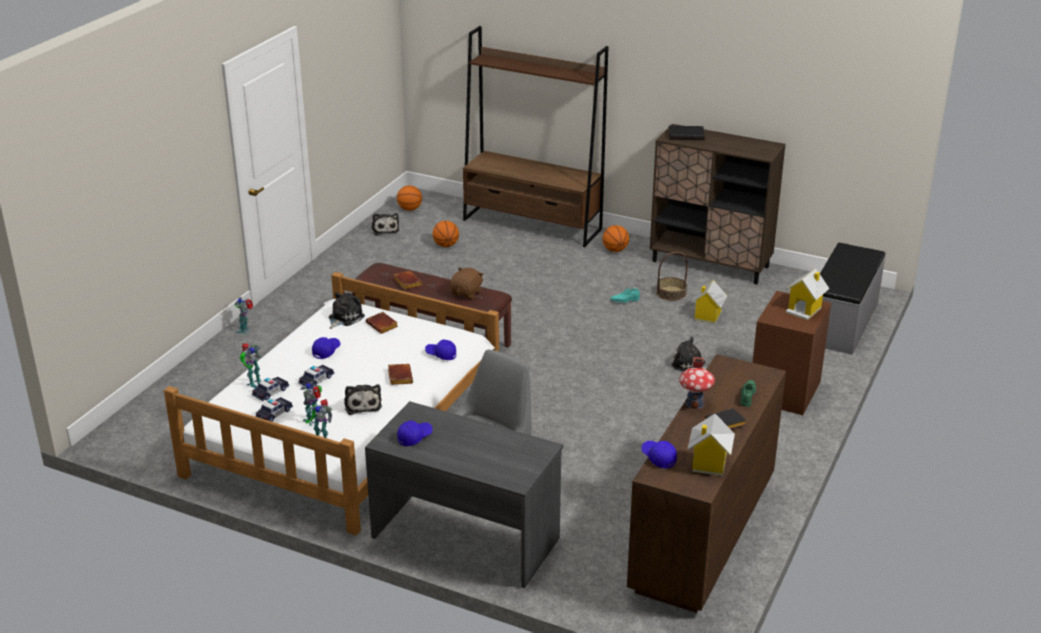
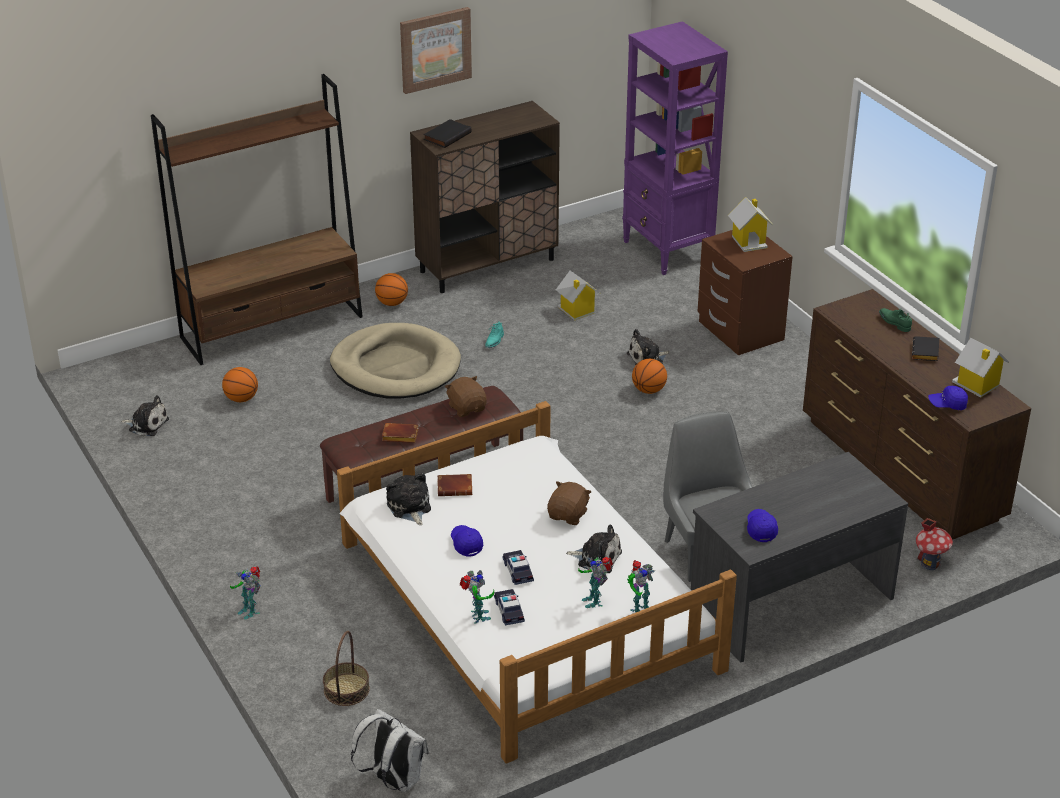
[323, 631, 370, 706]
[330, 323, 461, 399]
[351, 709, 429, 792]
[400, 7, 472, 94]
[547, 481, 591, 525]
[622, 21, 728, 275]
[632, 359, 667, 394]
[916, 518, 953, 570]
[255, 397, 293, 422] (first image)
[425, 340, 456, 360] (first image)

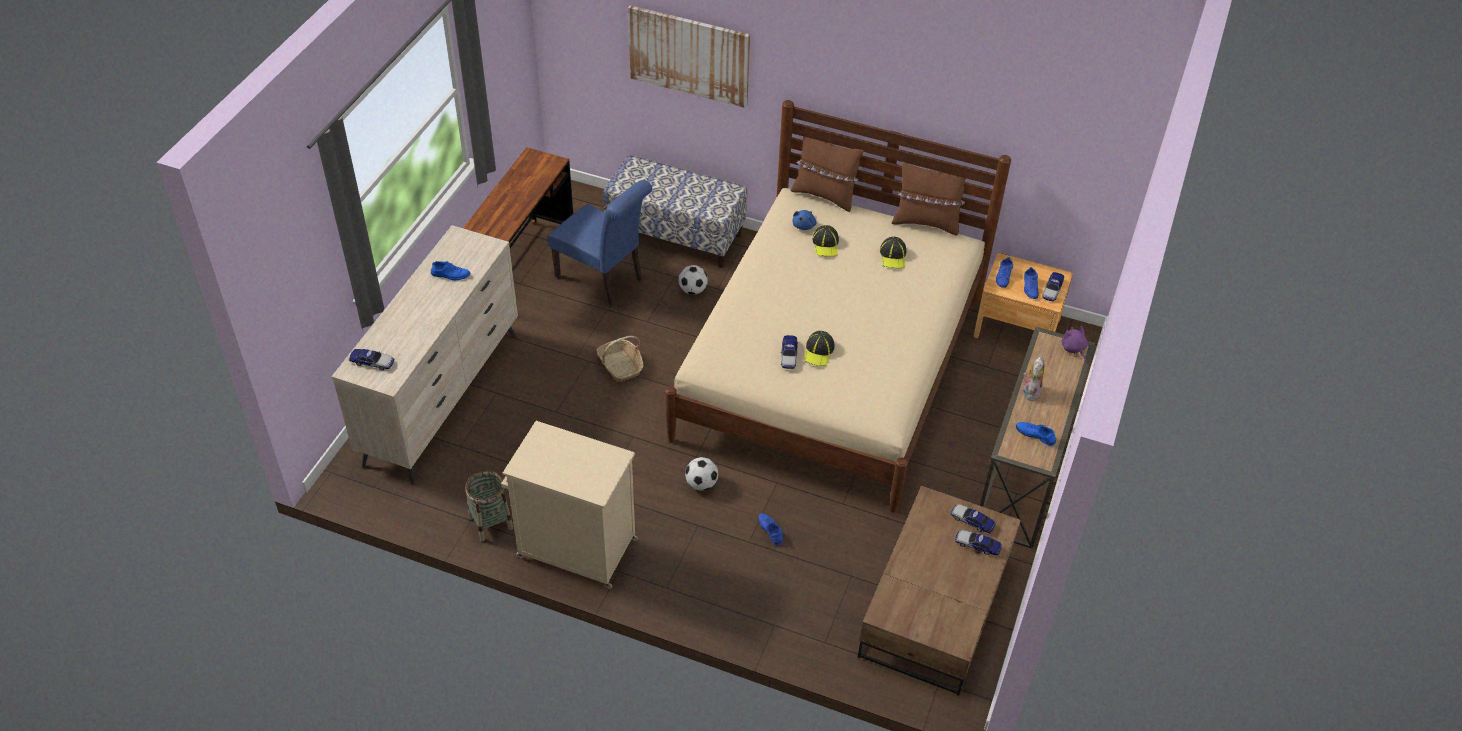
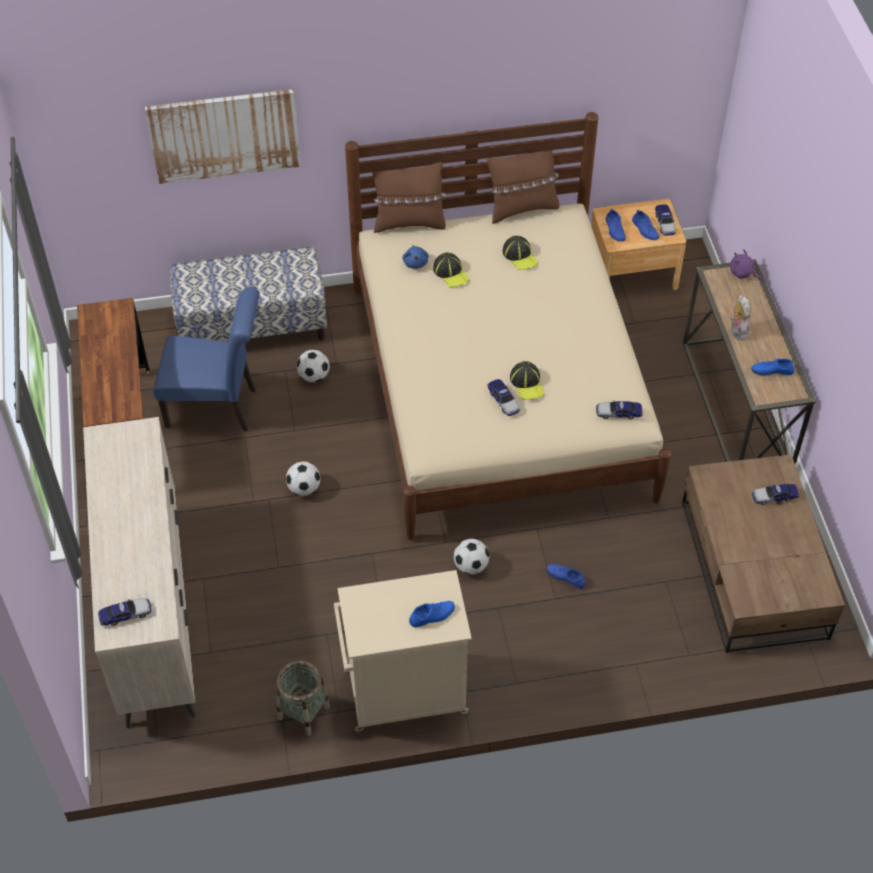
[286, 462, 320, 496]
[409, 601, 455, 627]
[596, 400, 643, 419]

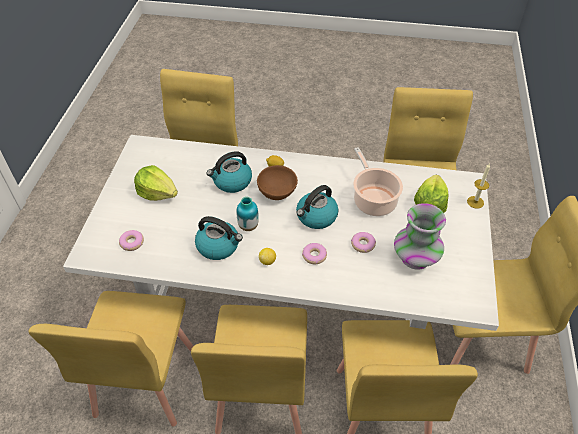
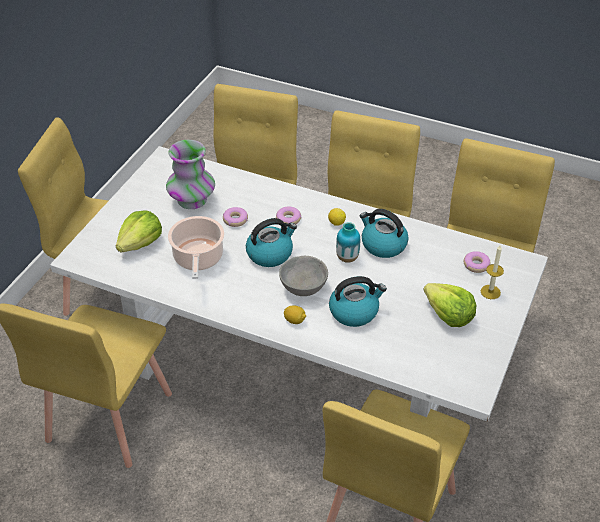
[279, 256, 328, 296]
[481, 244, 504, 299]

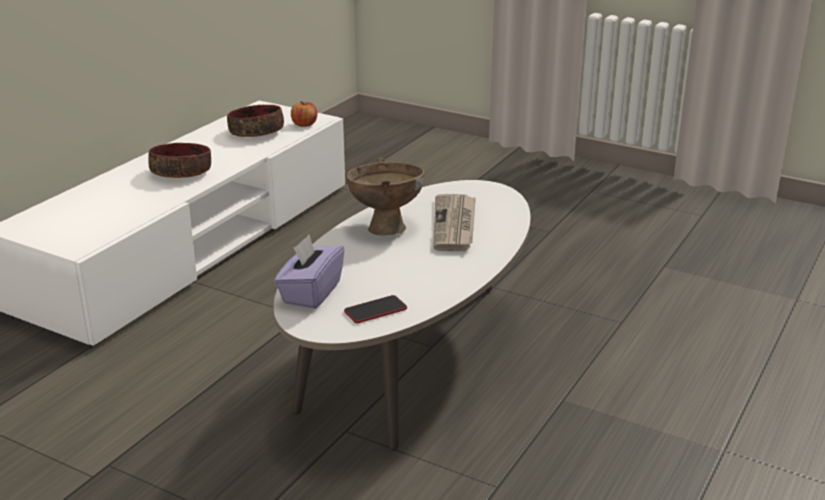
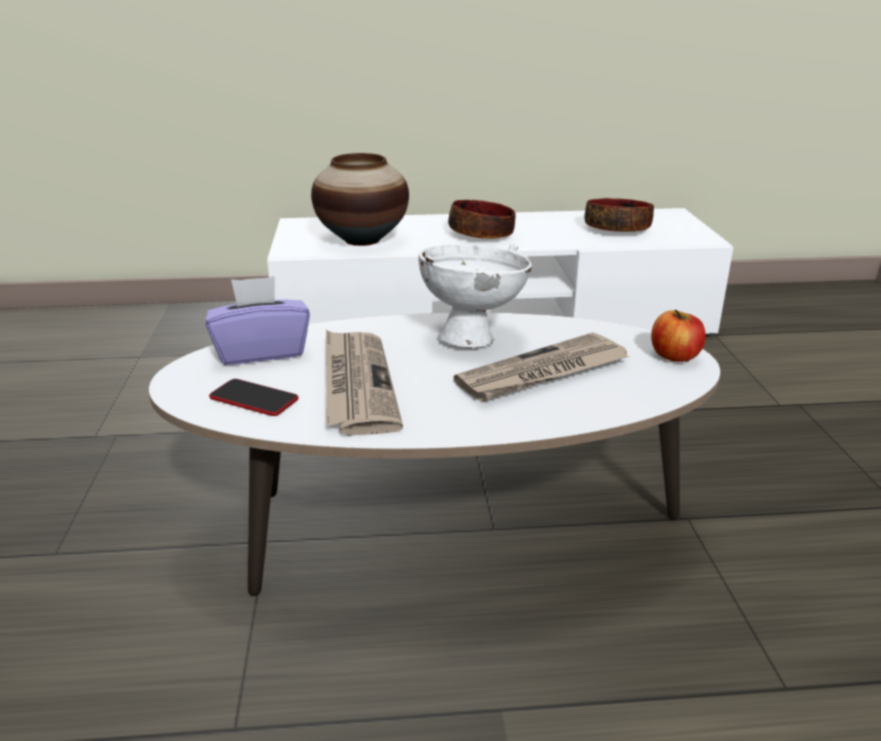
[311, 153, 409, 246]
[326, 330, 403, 435]
[418, 244, 532, 347]
[651, 310, 706, 362]

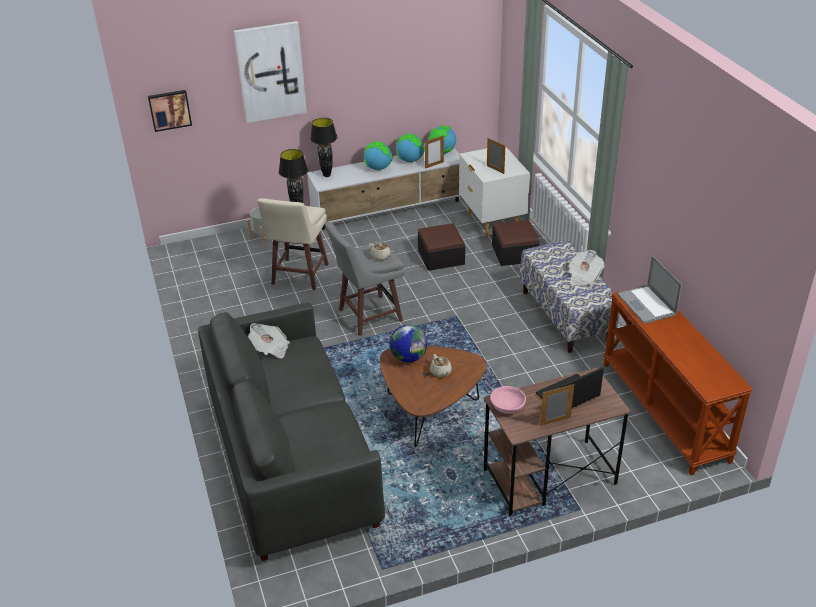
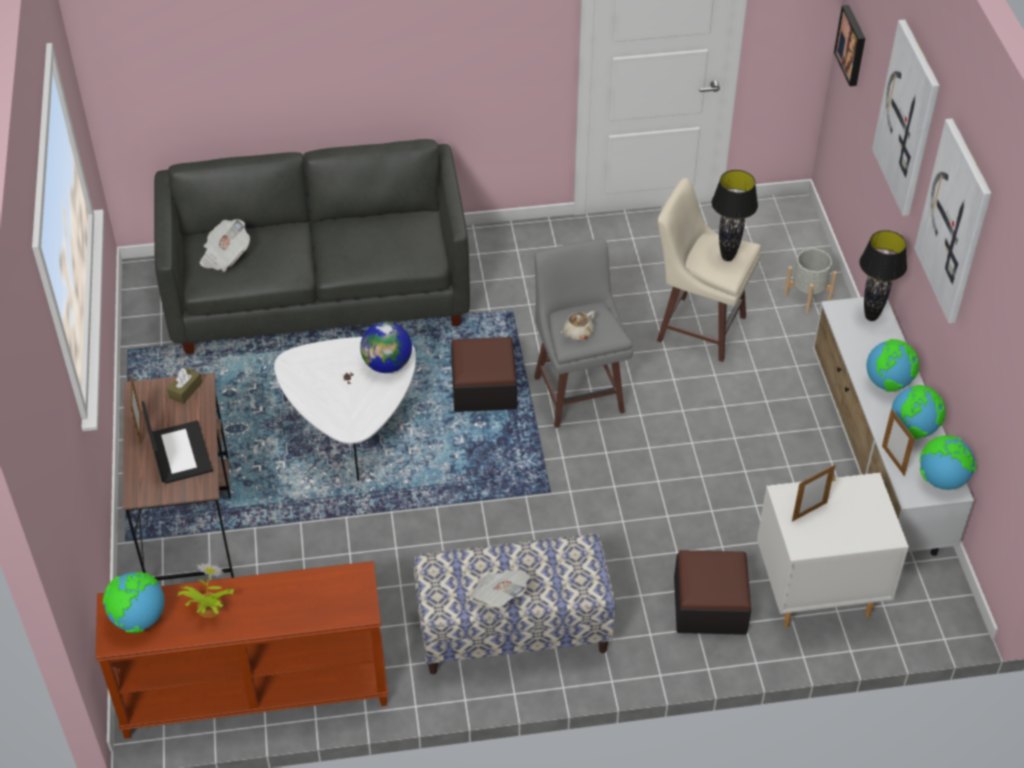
[103, 572, 165, 633]
[167, 367, 202, 404]
[177, 563, 234, 618]
[200, 219, 250, 271]
[274, 337, 416, 481]
[451, 337, 517, 412]
[914, 118, 992, 323]
[430, 354, 452, 377] (first image)
[617, 256, 682, 324] (first image)

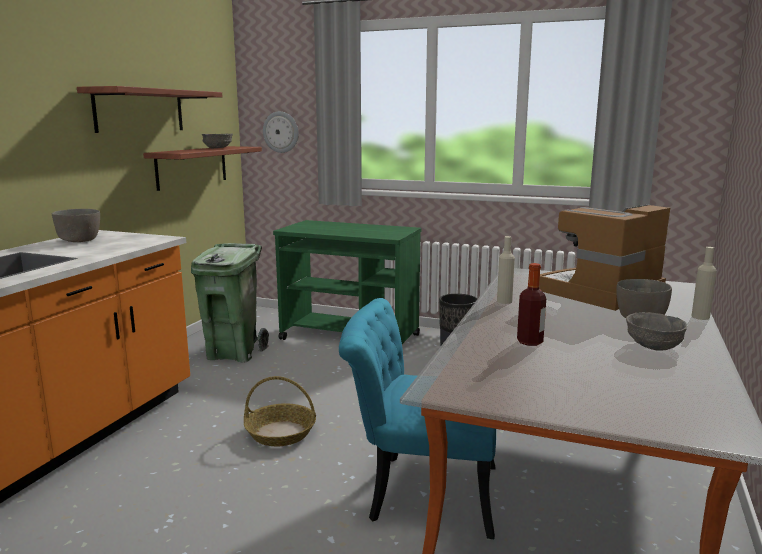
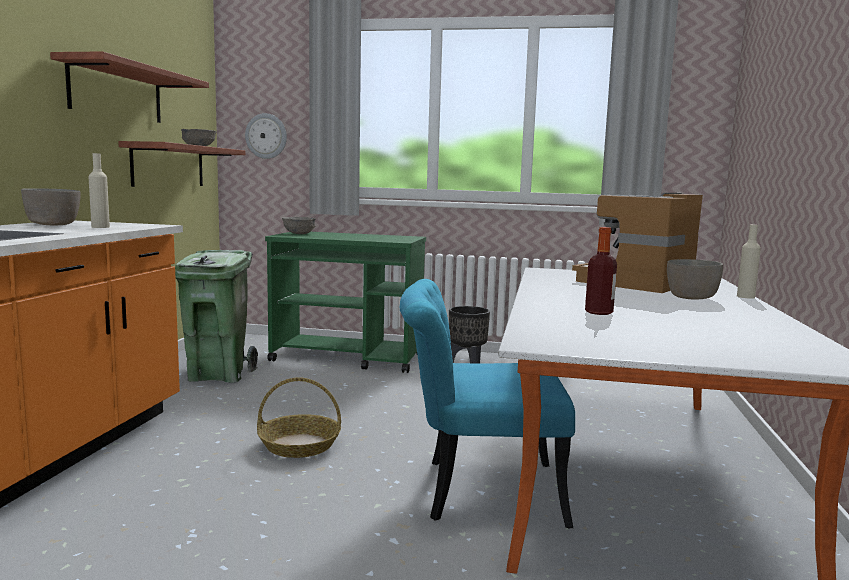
[88, 153, 110, 228]
[282, 217, 316, 234]

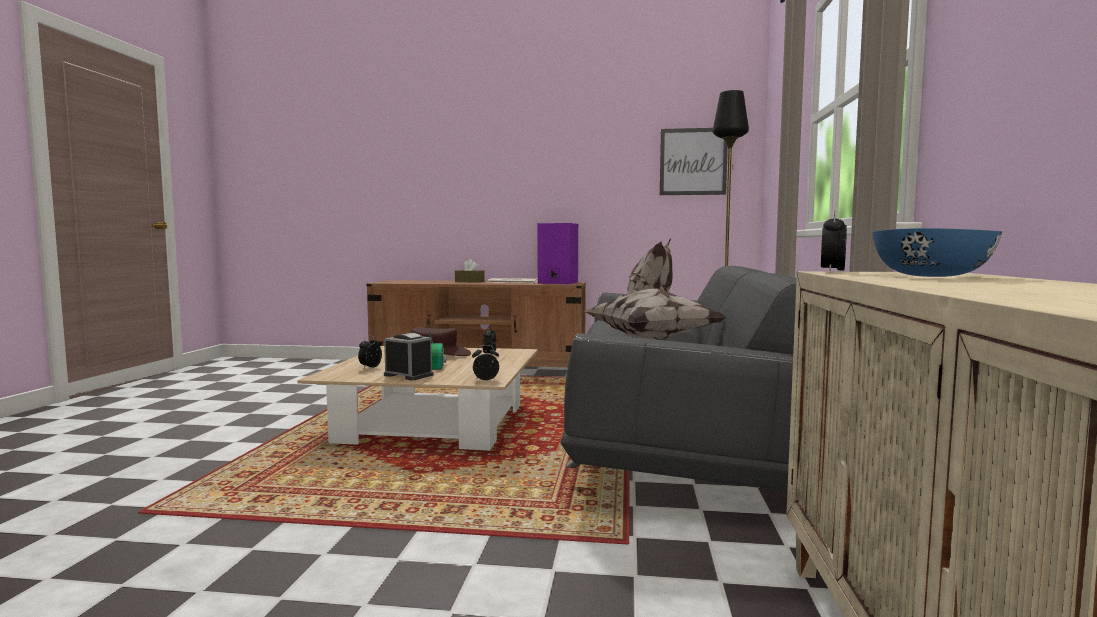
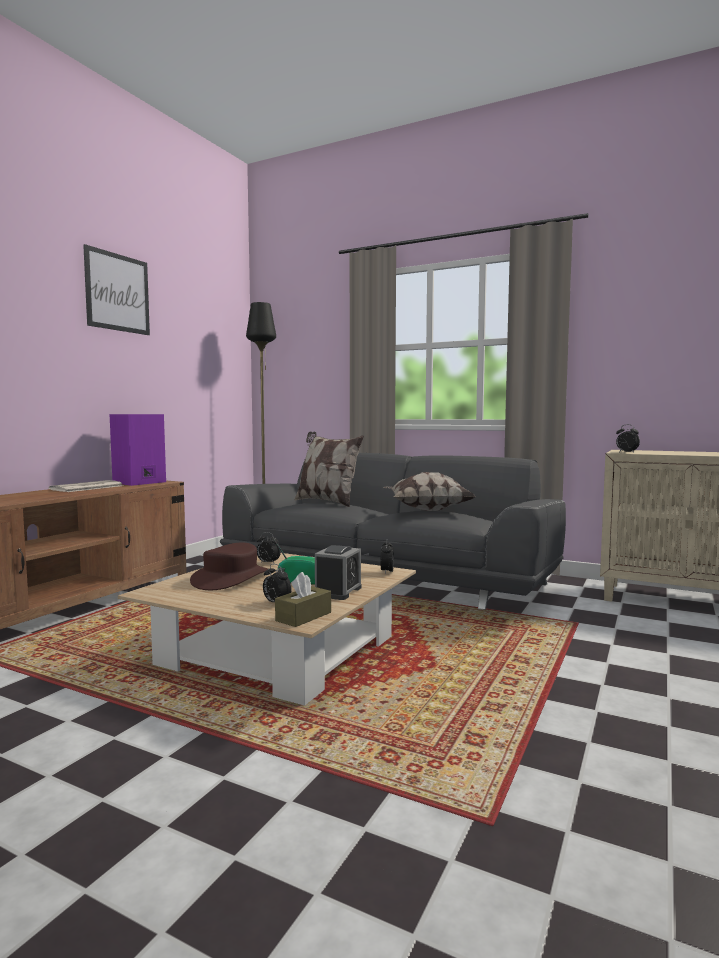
[83, 244, 150, 335]
[275, 572, 331, 627]
[315, 545, 362, 600]
[872, 228, 1002, 277] (first image)

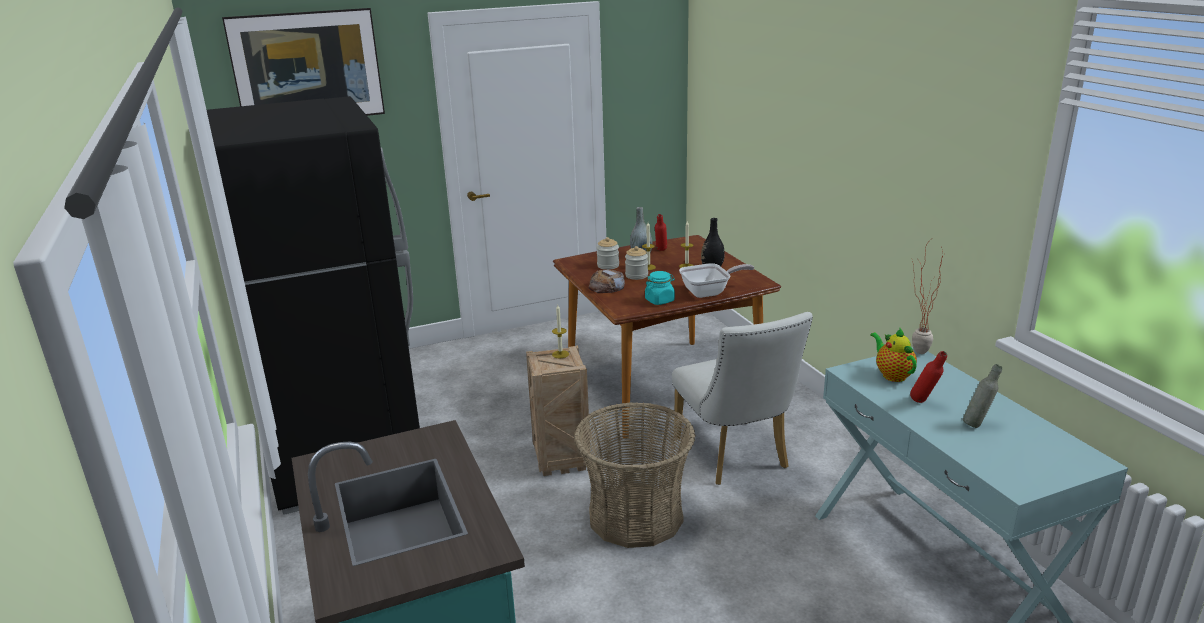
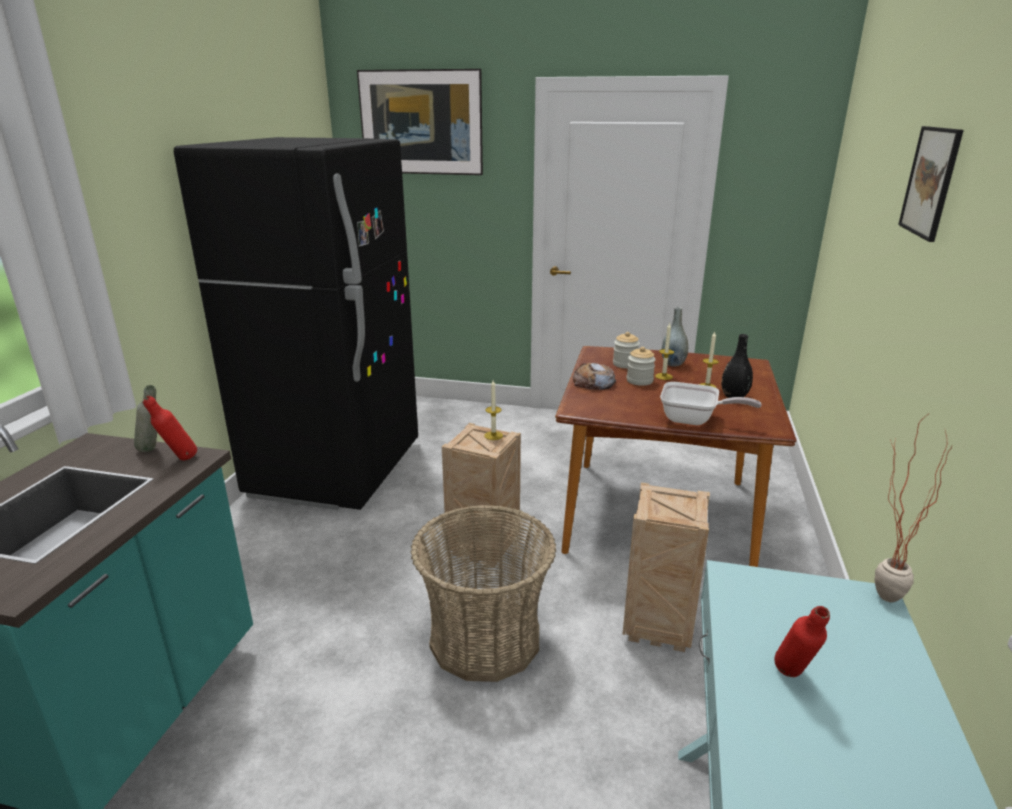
[134, 385, 157, 452]
[142, 396, 197, 461]
[622, 483, 710, 652]
[898, 126, 964, 242]
[645, 271, 675, 305] (first image)
[870, 328, 917, 382] (first image)

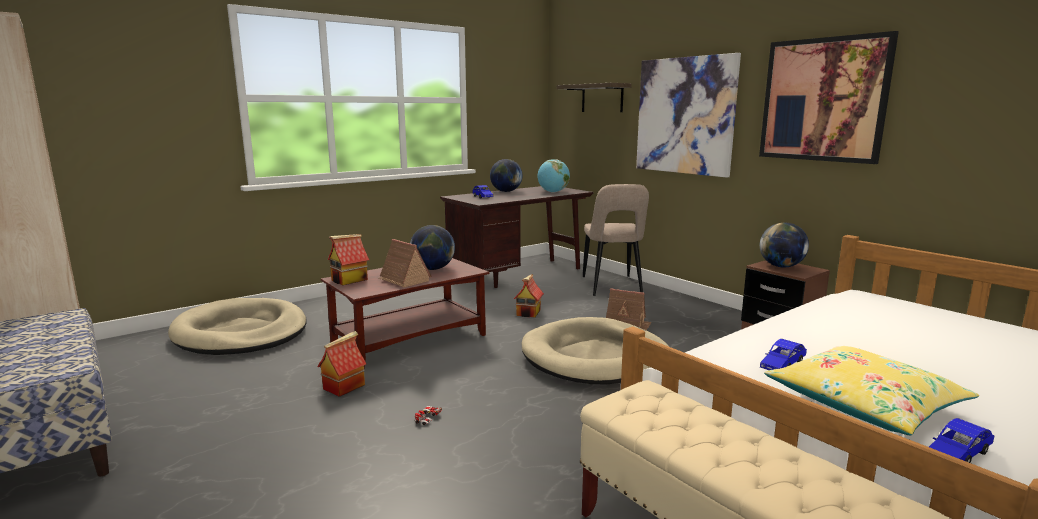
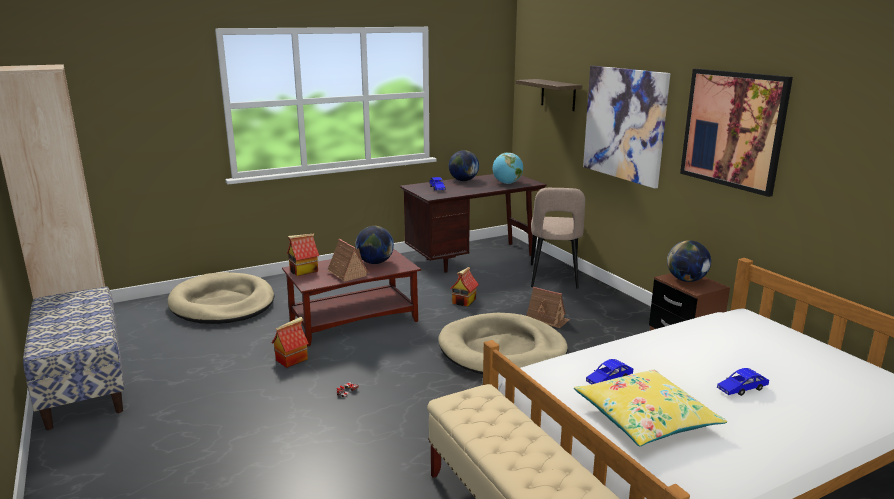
[717, 368, 769, 396]

